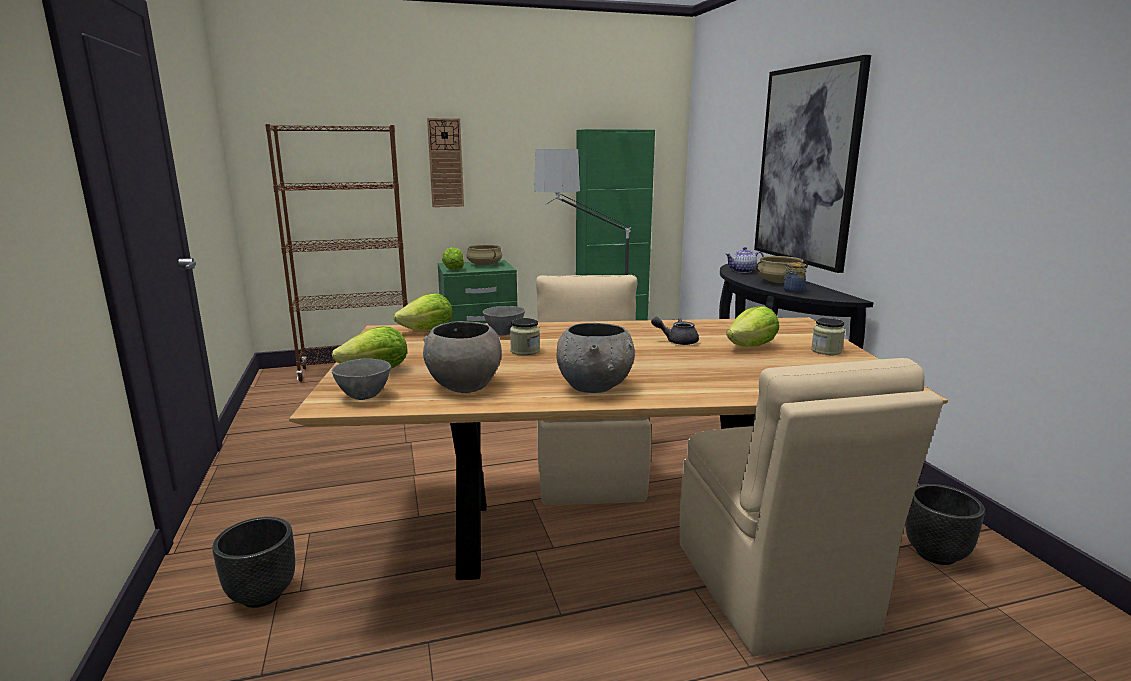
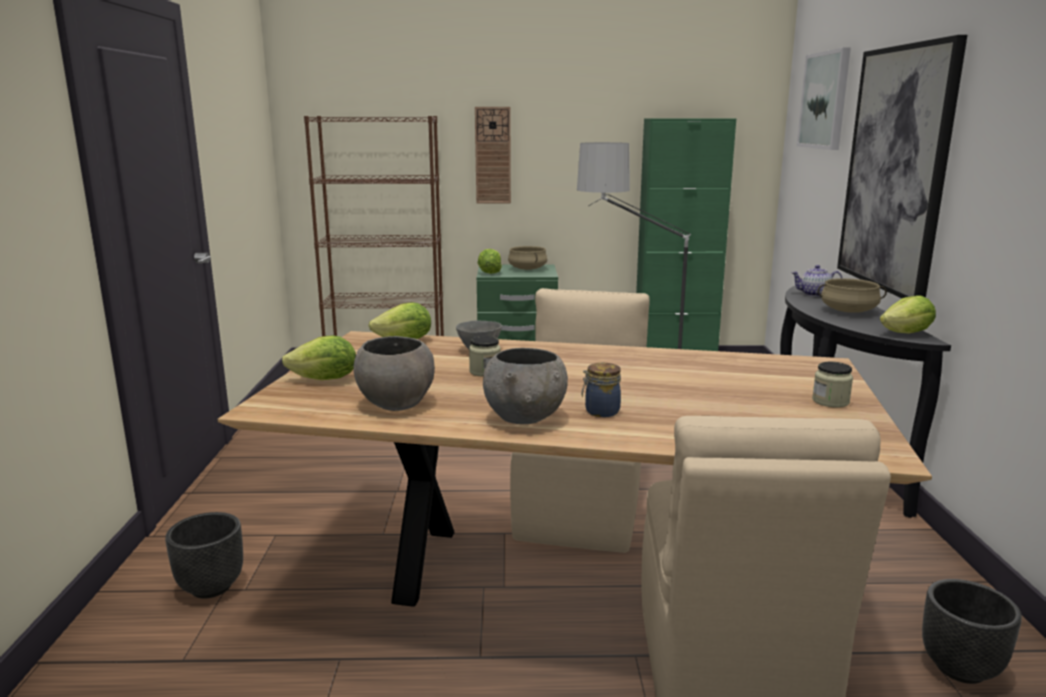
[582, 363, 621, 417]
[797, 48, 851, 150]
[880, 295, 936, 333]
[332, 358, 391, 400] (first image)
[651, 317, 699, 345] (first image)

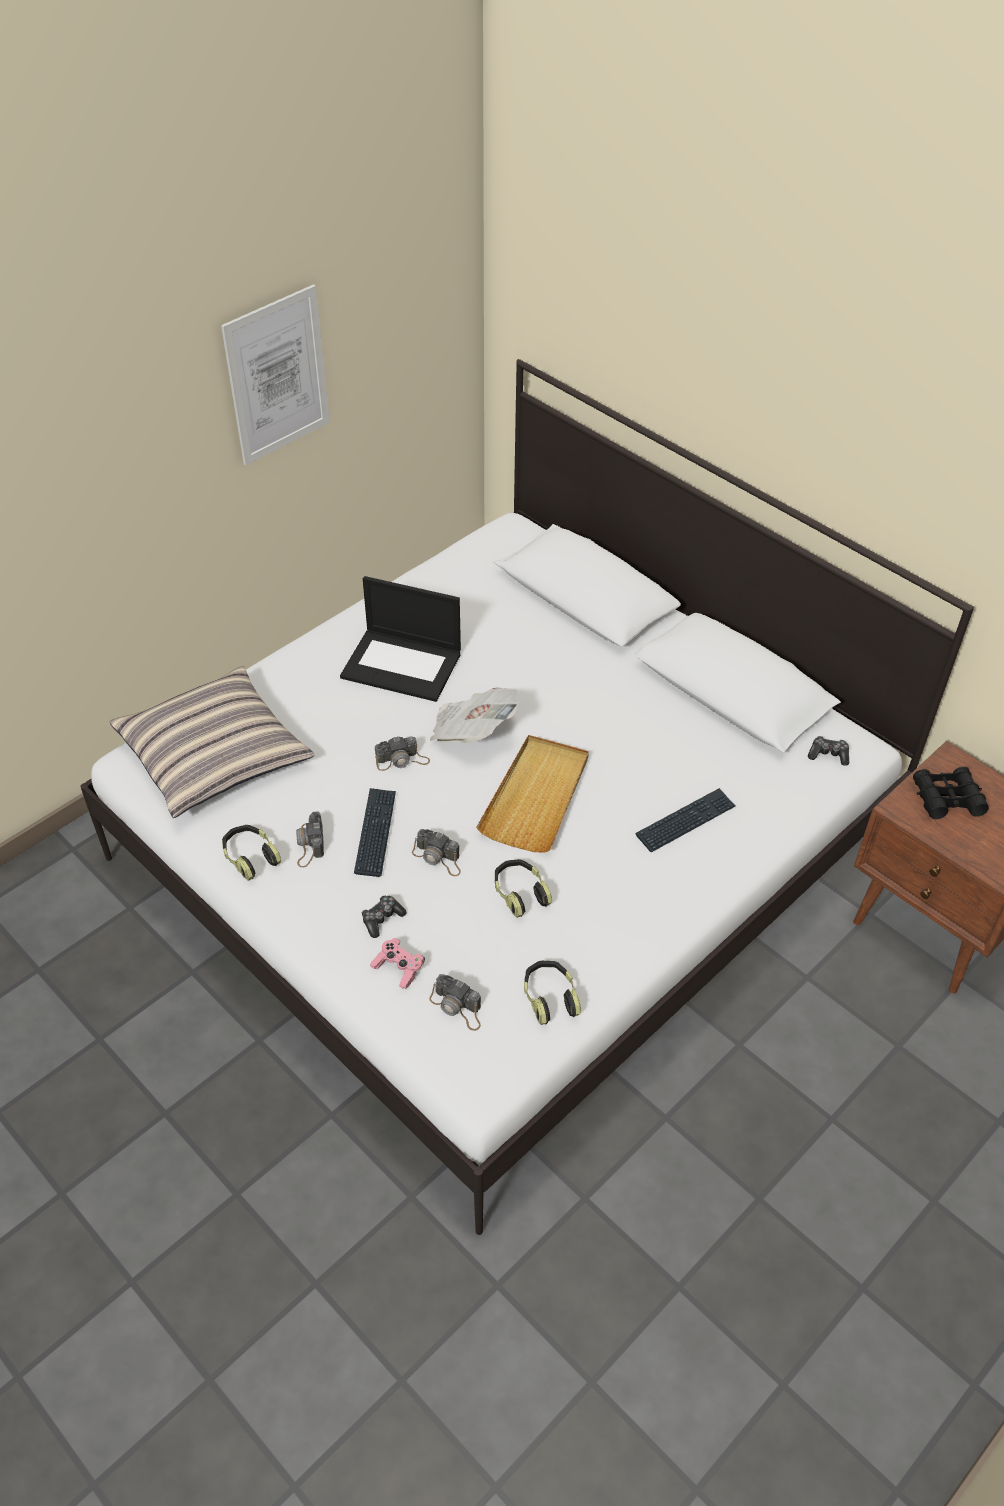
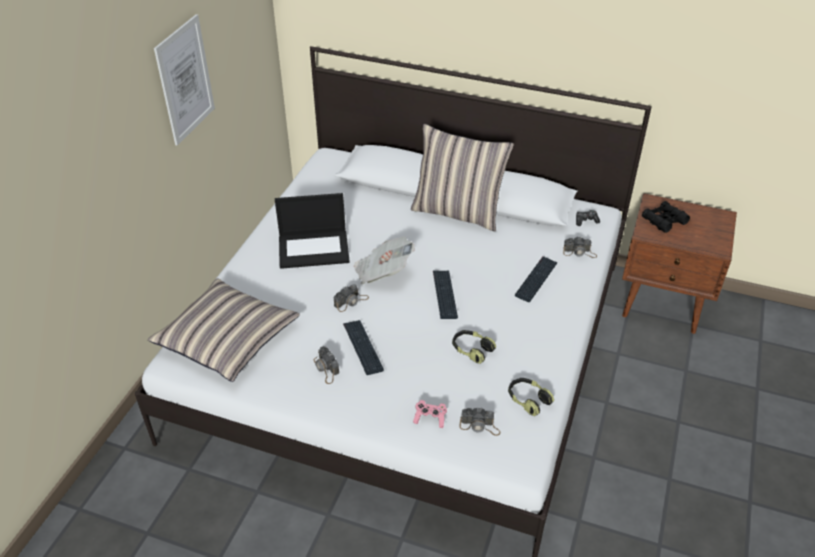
[411, 124, 514, 231]
[433, 270, 458, 319]
[563, 237, 597, 258]
[222, 825, 281, 881] (first image)
[361, 895, 406, 938] (first image)

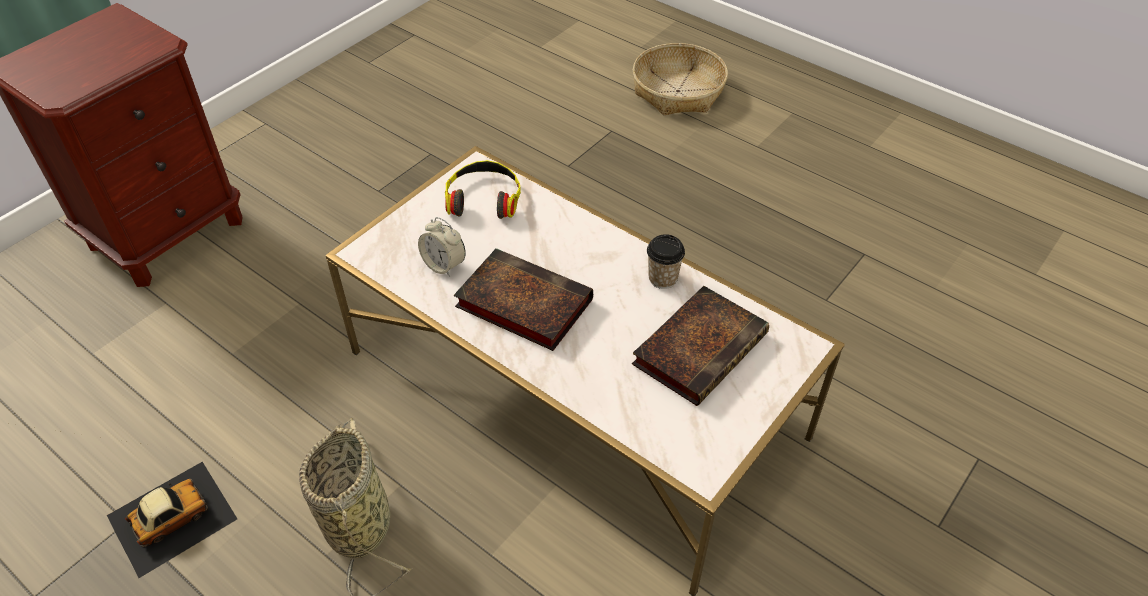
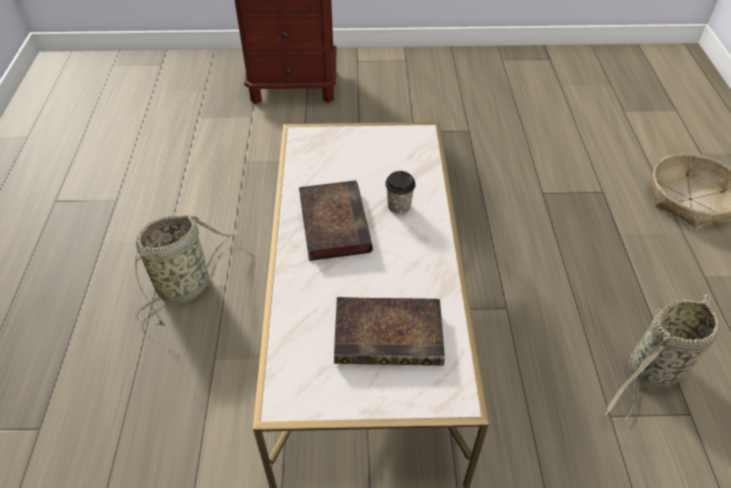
[385, 171, 416, 214]
[604, 294, 720, 424]
[107, 462, 237, 578] (first image)
[418, 217, 466, 277] (first image)
[445, 160, 521, 219] (first image)

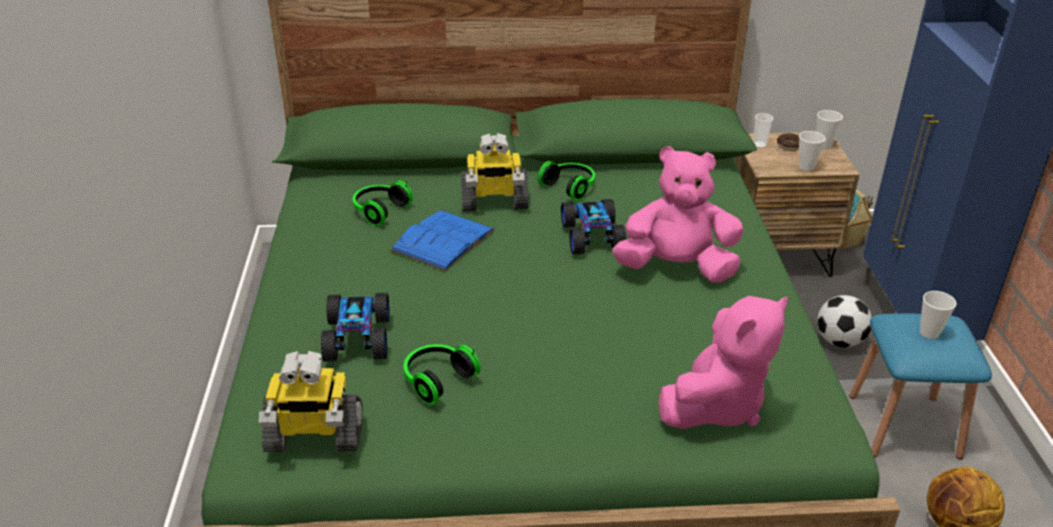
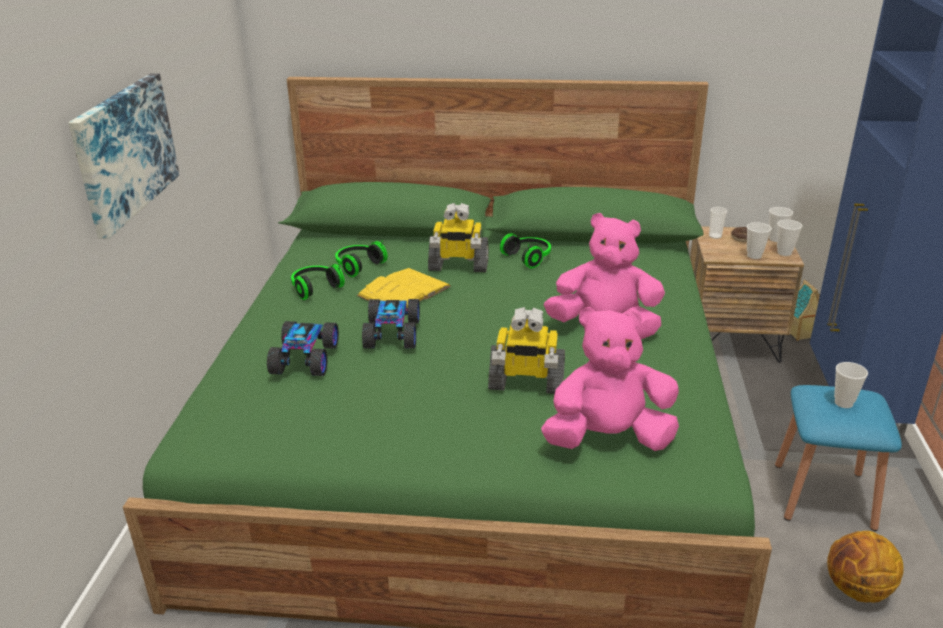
[68, 73, 180, 239]
[291, 264, 345, 300]
[357, 268, 451, 308]
[362, 299, 420, 349]
[488, 307, 565, 394]
[541, 307, 679, 451]
[777, 220, 802, 256]
[817, 295, 872, 348] (first image)

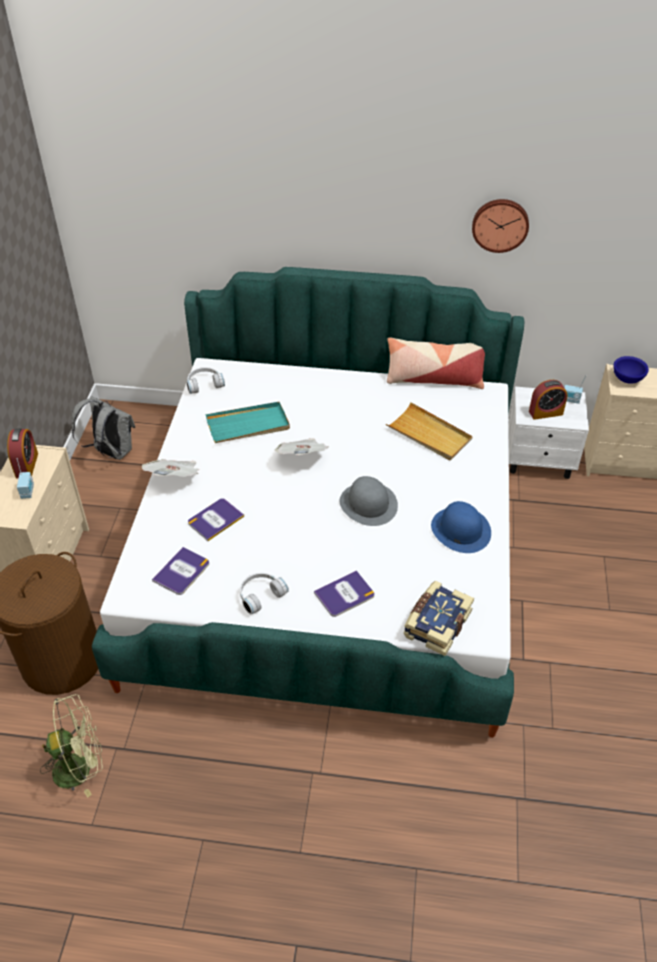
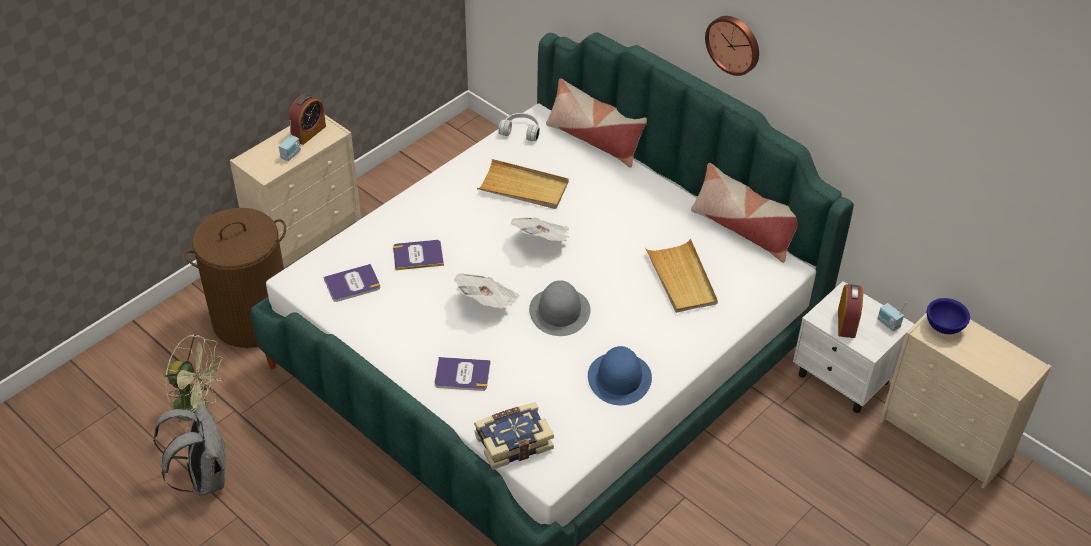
[154, 404, 226, 496]
[454, 273, 519, 309]
[477, 159, 569, 209]
[546, 78, 647, 168]
[705, 16, 759, 76]
[838, 284, 863, 338]
[240, 573, 289, 614] (first image)

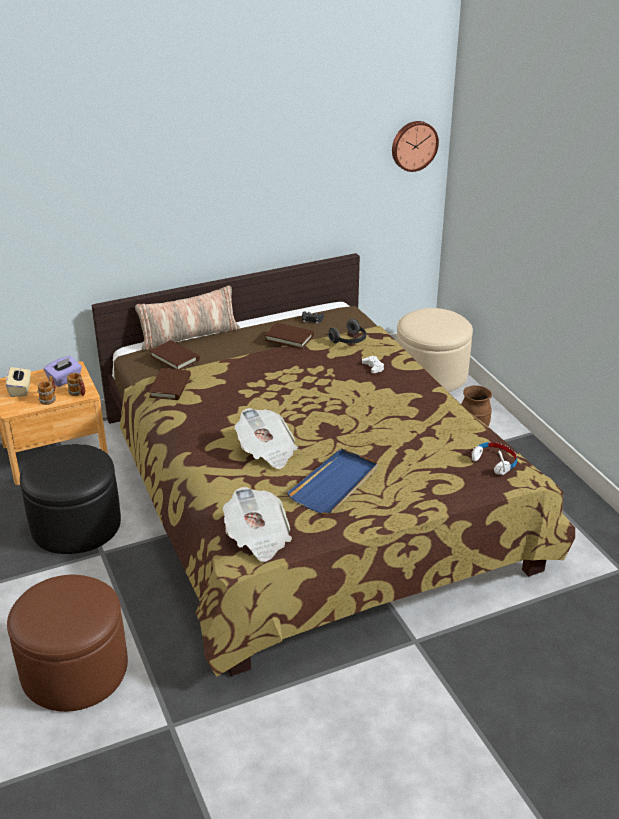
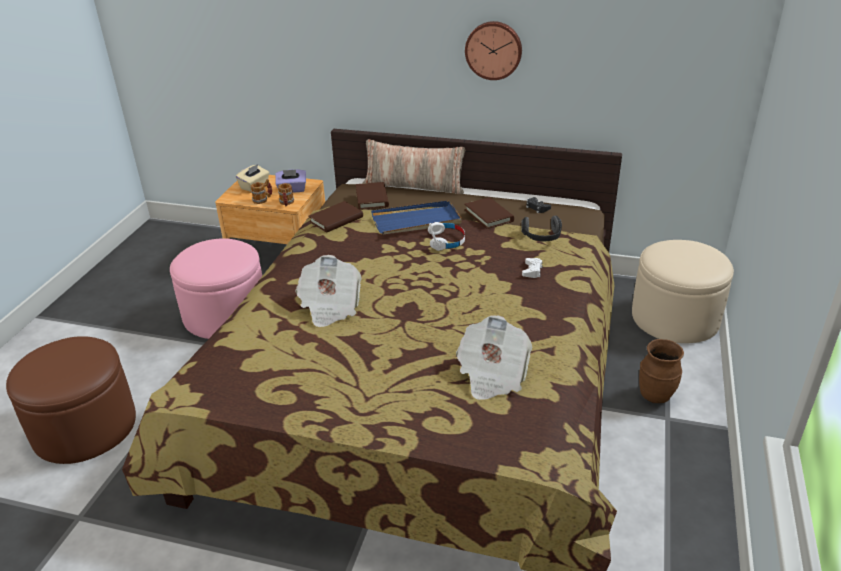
[170, 238, 262, 339]
[371, 201, 462, 235]
[428, 222, 465, 251]
[456, 315, 532, 400]
[465, 21, 522, 80]

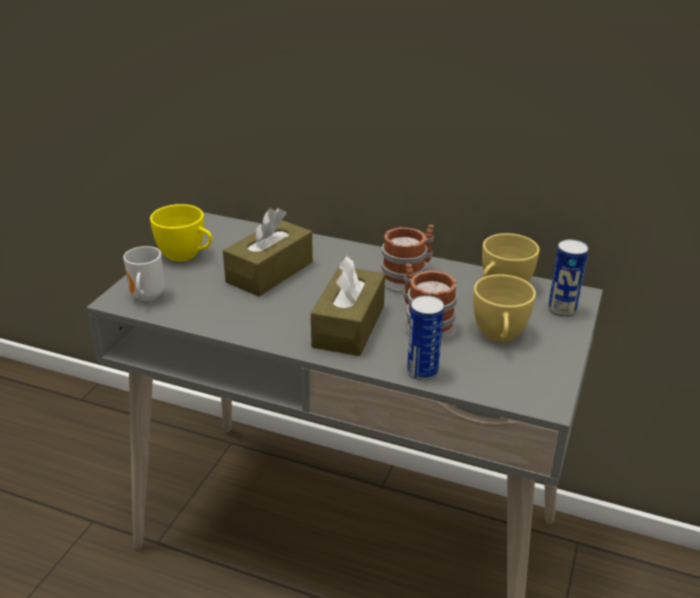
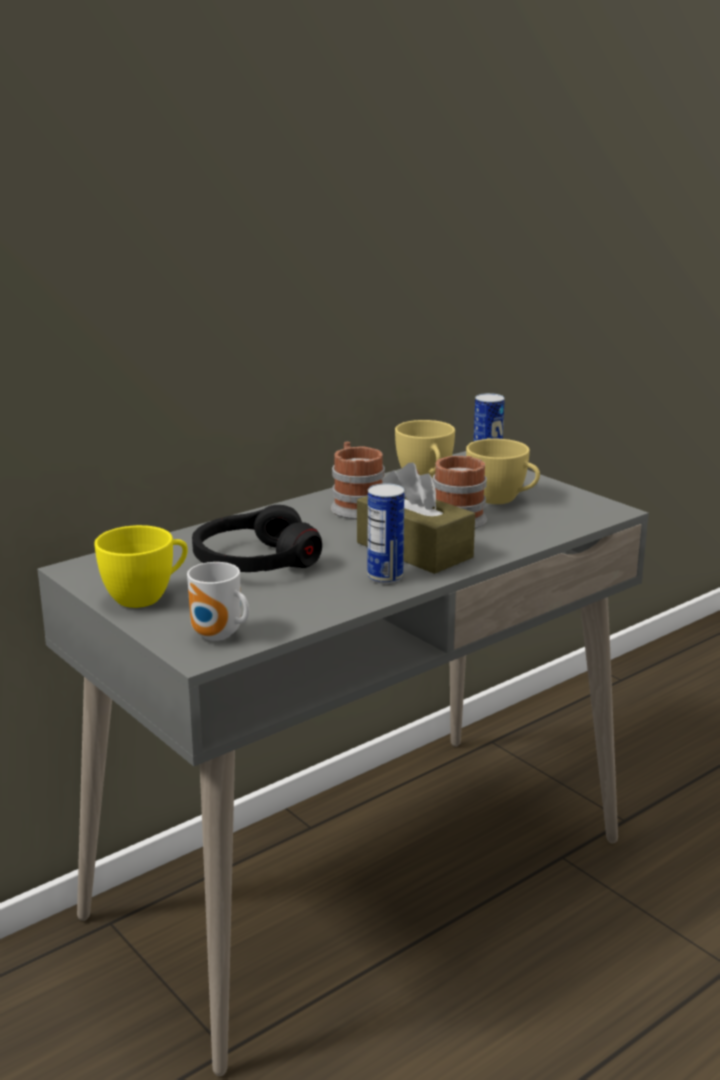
[192, 505, 322, 572]
[367, 483, 405, 584]

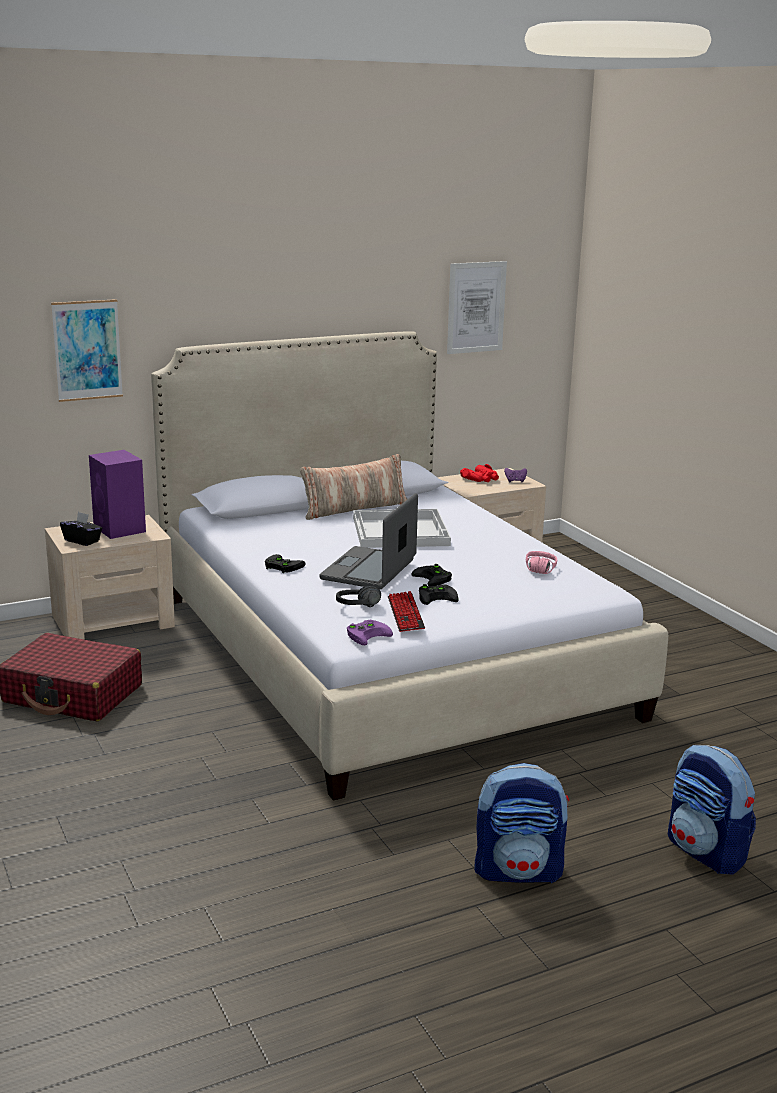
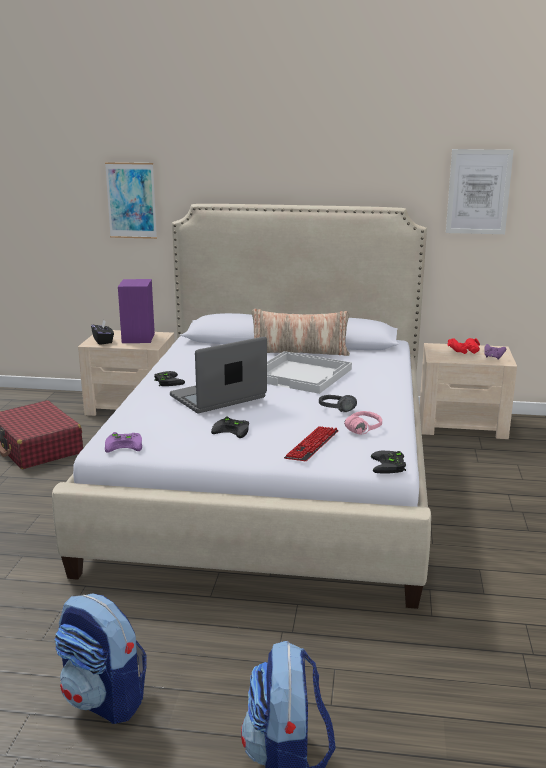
[284, 426, 339, 461]
[319, 395, 357, 412]
[371, 451, 406, 474]

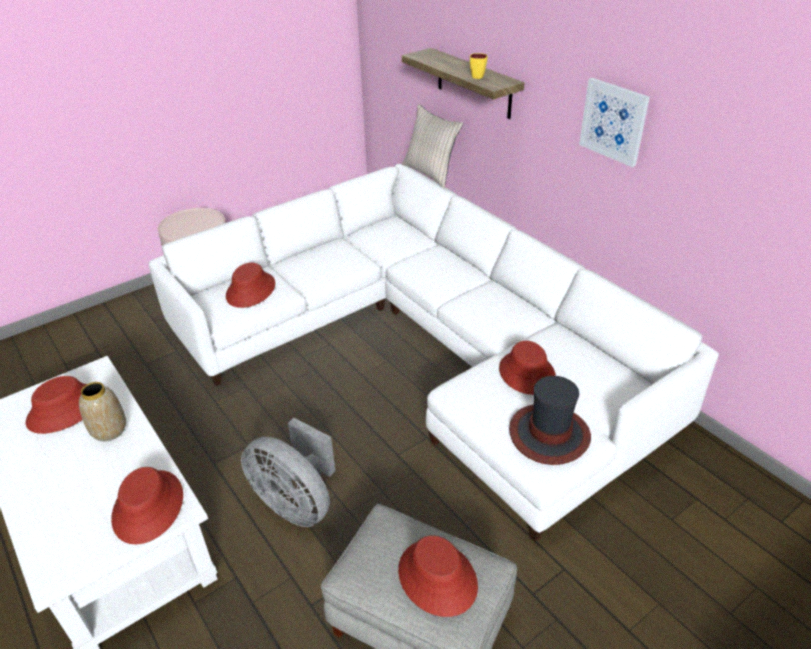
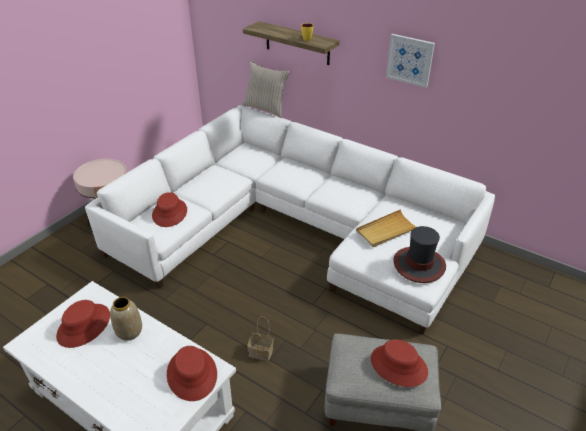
[247, 316, 274, 361]
[356, 209, 416, 247]

